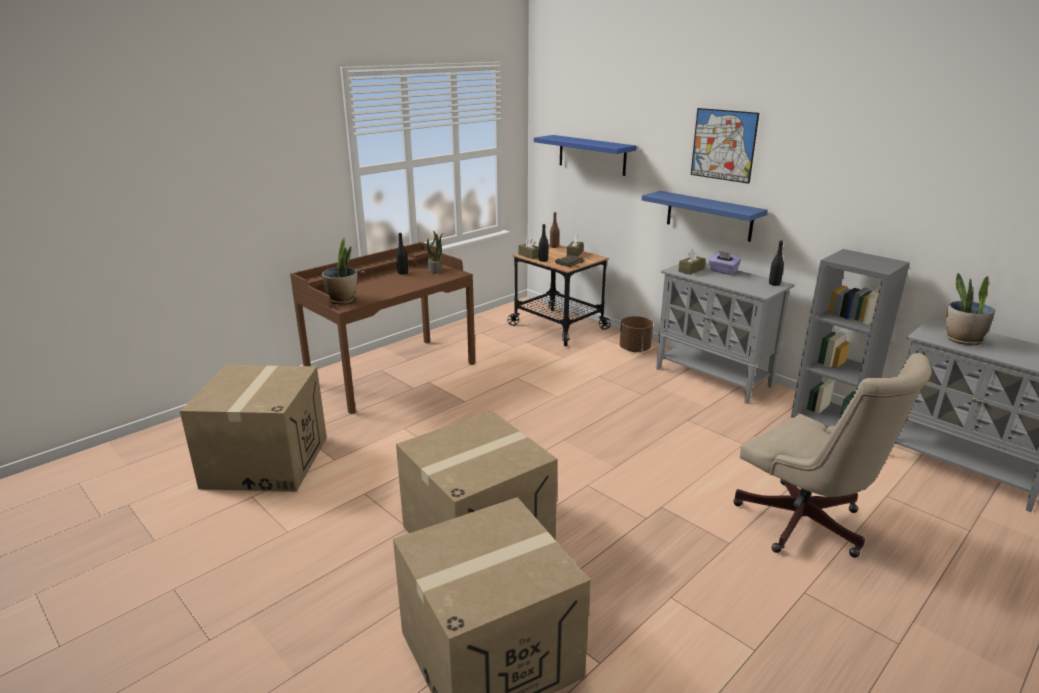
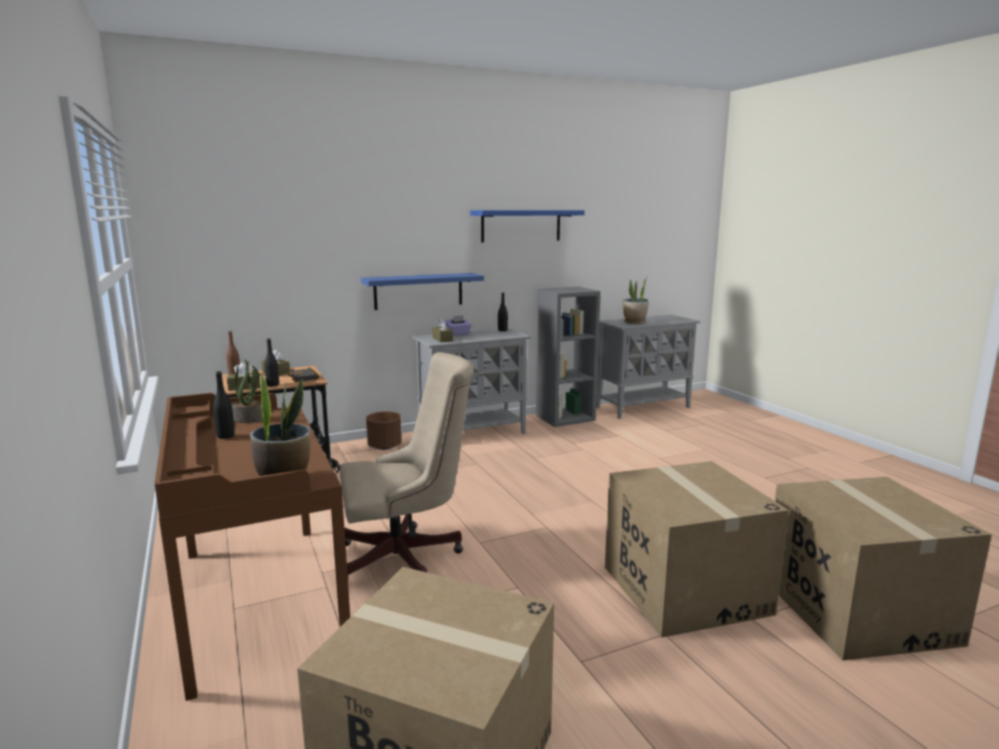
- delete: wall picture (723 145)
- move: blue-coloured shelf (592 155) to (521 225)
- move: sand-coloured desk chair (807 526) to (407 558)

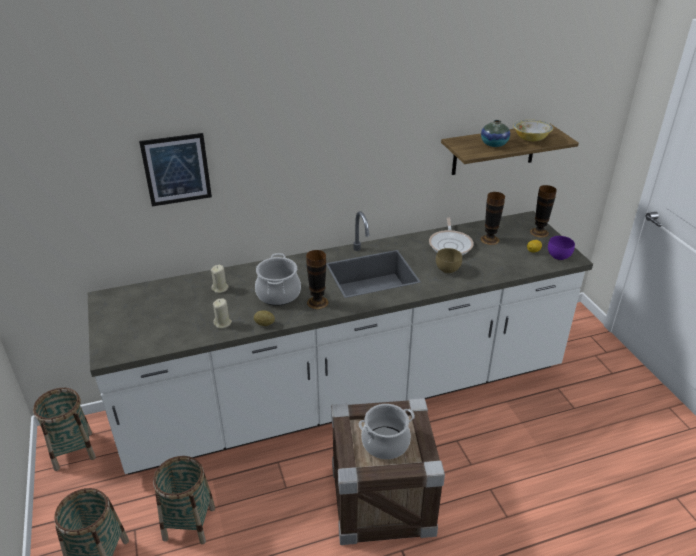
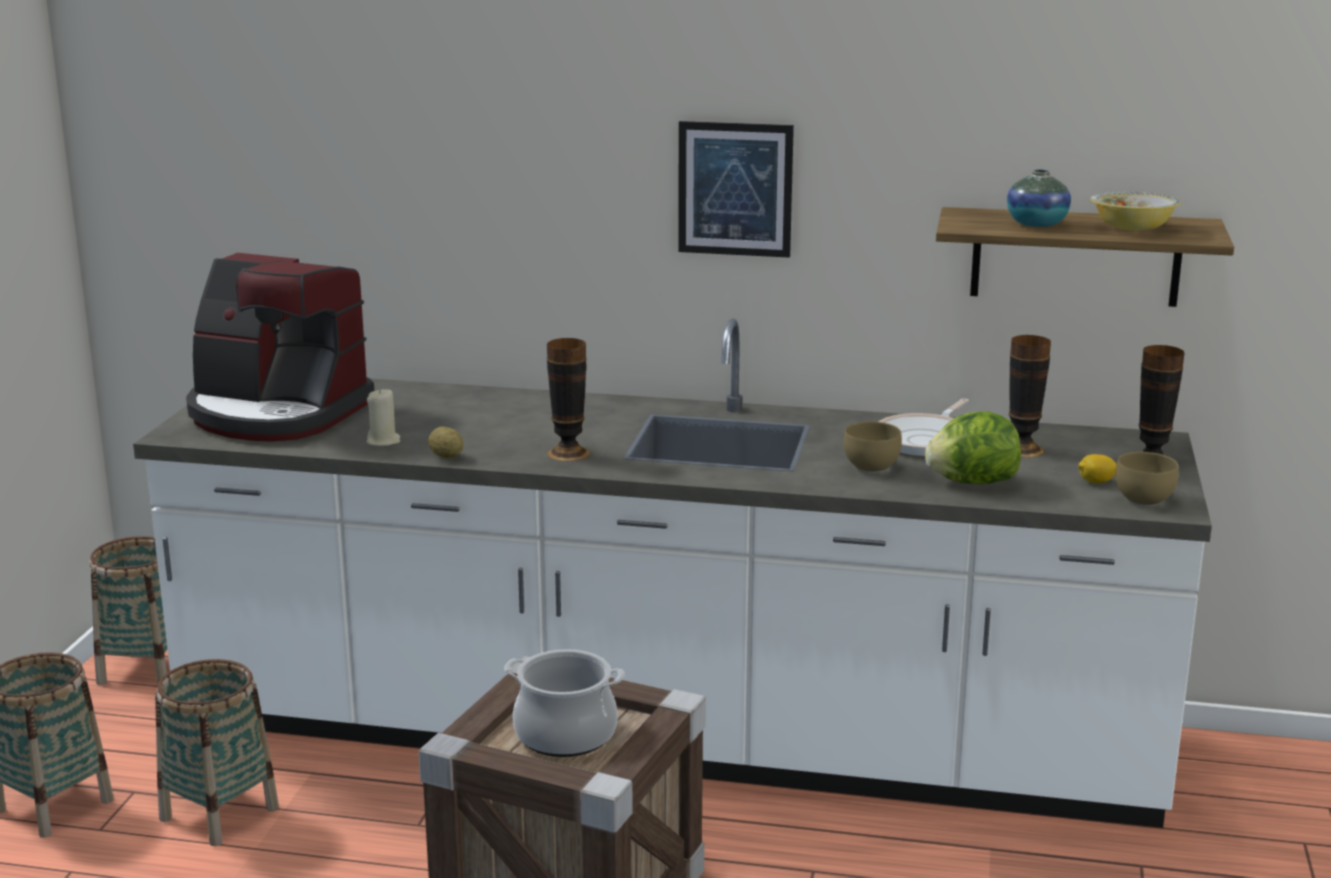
- delete: sand-coloured wax candle (220 288)
- delete: cooking pot (278 294)
- insert: coffee machine (276 413)
- insert: head of lettuce (972 482)
- move: wall picture (176 169) to (735 189)
- recolor: purple-coloured deep dish (558 257) to brown-coloured deep dish (1141 500)

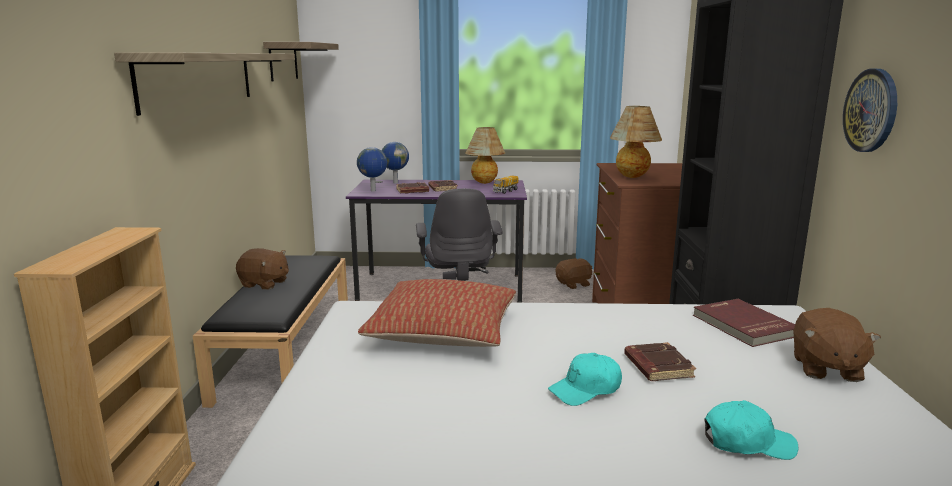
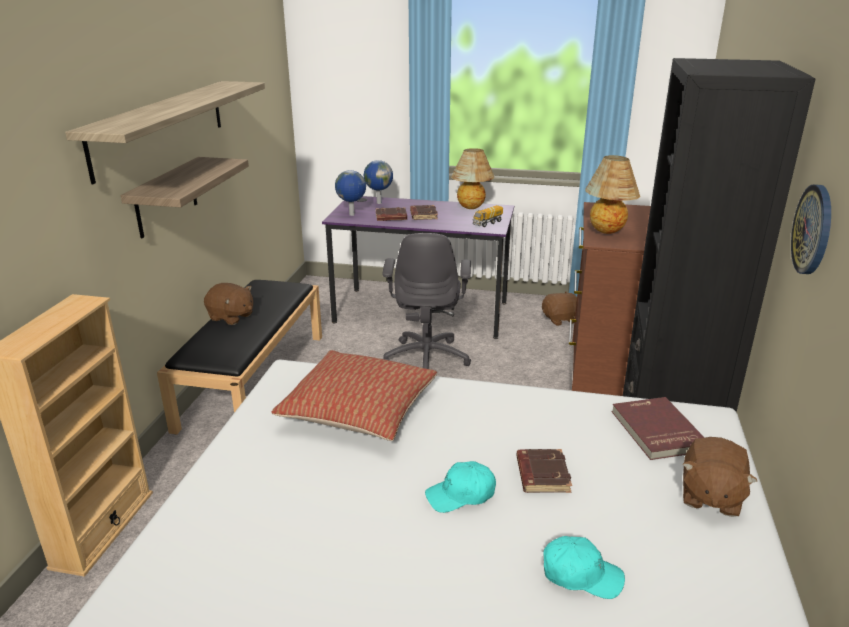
- move: shelf (283 61) to (166 197)

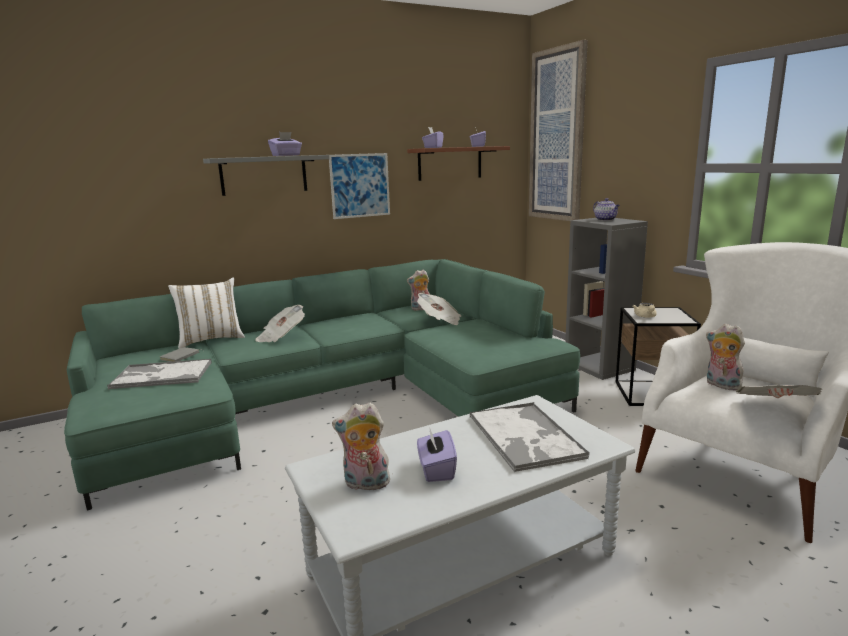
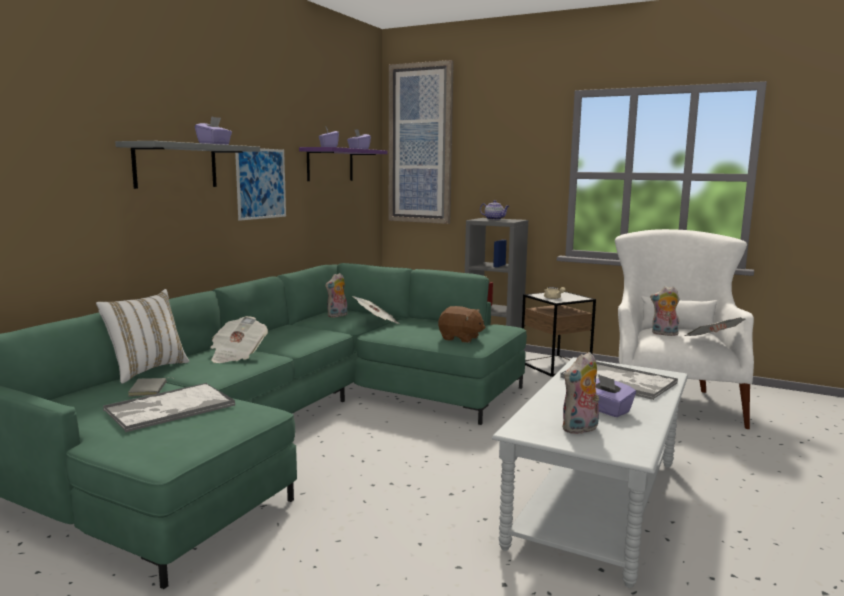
- insert: brown-coloured cuddly toy (460 338)
- recolor: brown-coloured shelf (450 163) to purple-coloured shelf (330 165)

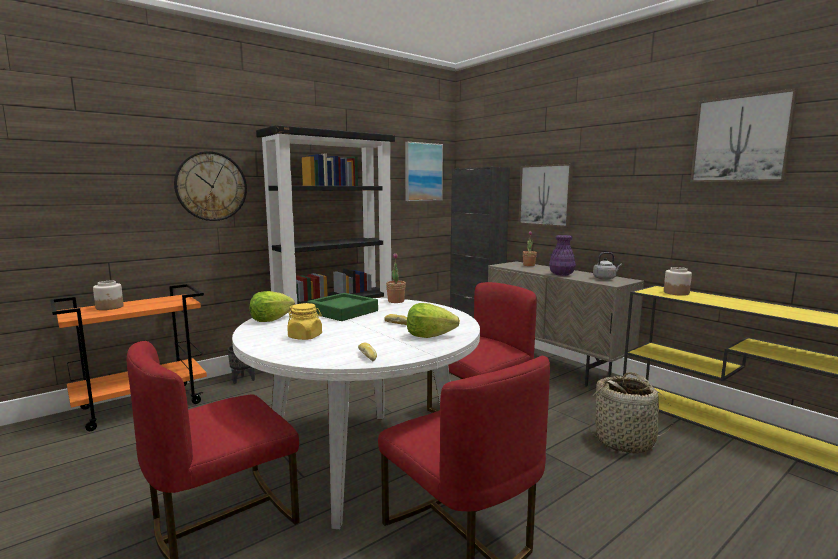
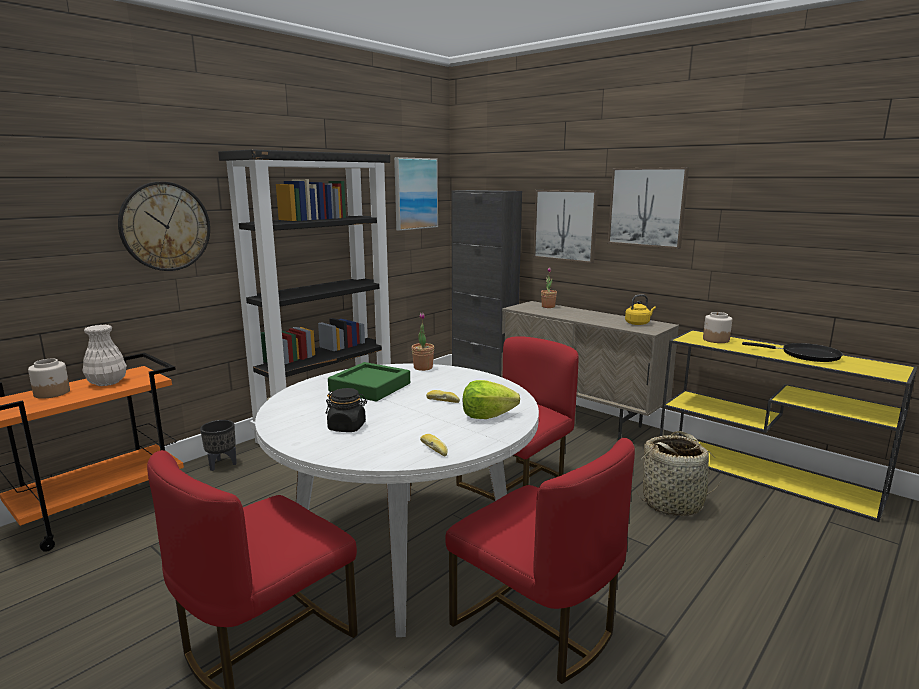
- delete: head of lettuce (271 319)
- delete: purple-coloured decorative vase (561 274)
- insert: white-coloured decorative vase (107 383)
- insert: blackish pan (806 355)
- move: wall picture (741 139) to (647 207)
- recolor: yellowish jar (305 337) to blackish jar (347 427)
- recolor: greyish water kettle (605 278) to yellowish water kettle (638 323)

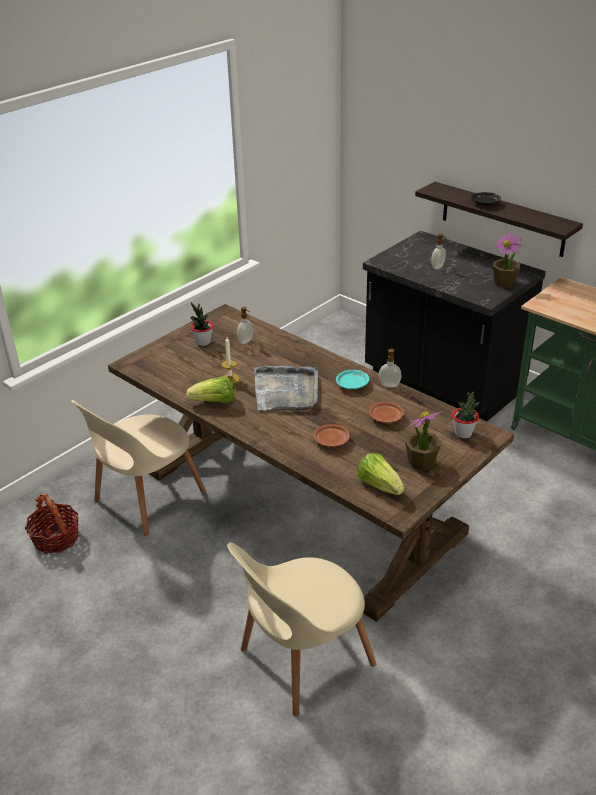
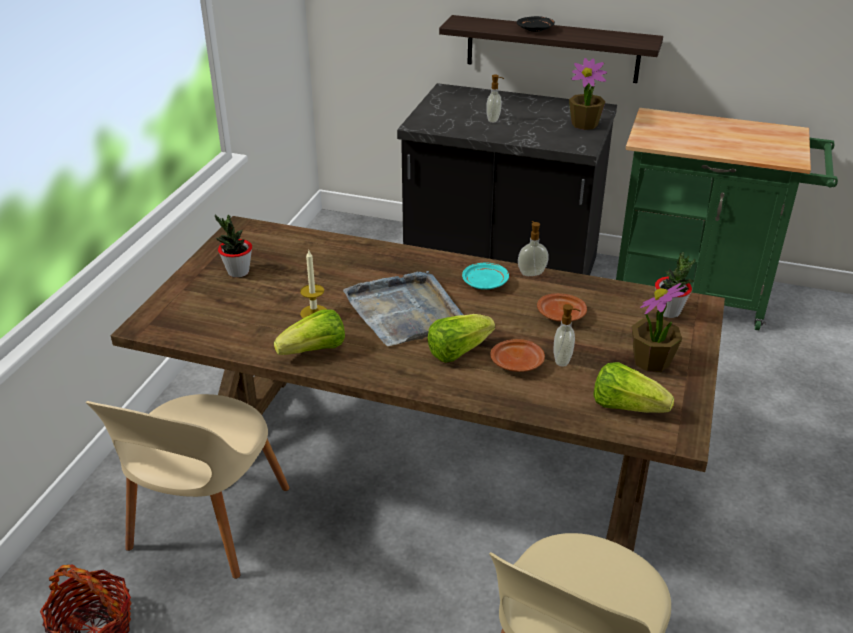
- insert: head of lettuce (458 351)
- move: soap dispenser (246 341) to (563 360)

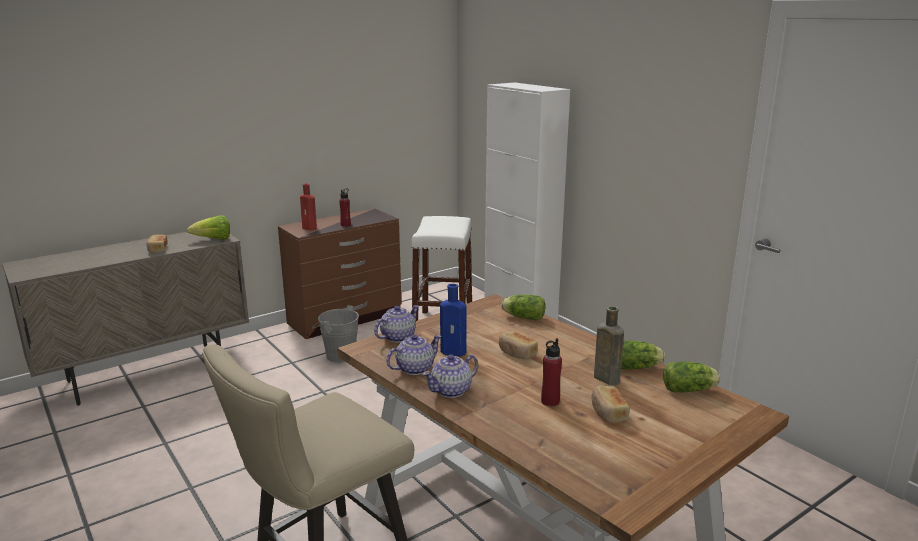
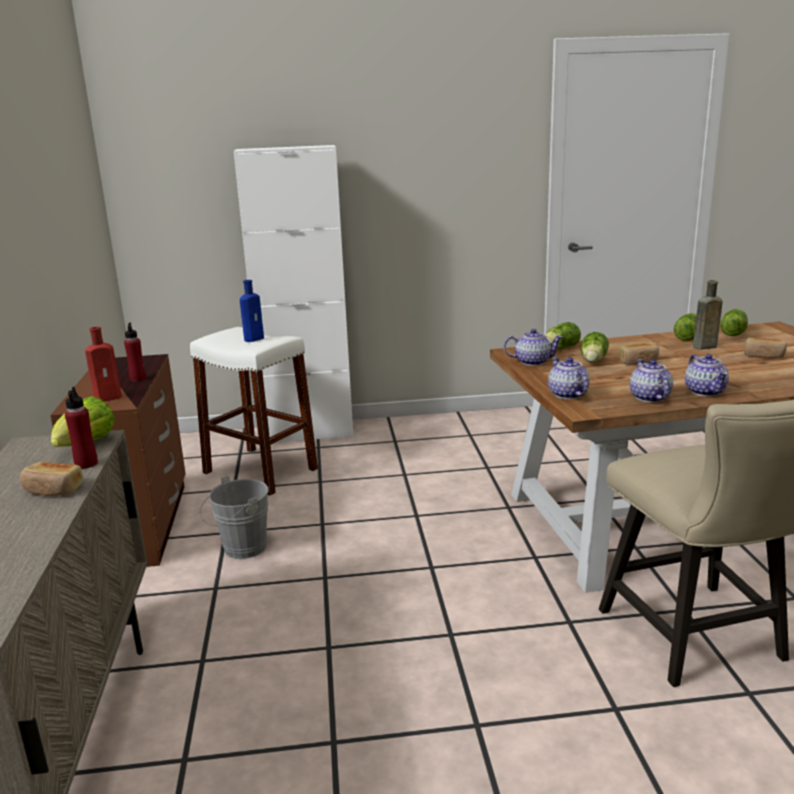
- insert: tea pot (532 362)
- insert: head of lettuce (593 361)
- move: blue-coloured beverage bottle (455 352) to (255 338)
- move: reddish beverage bottle (550 401) to (86 464)

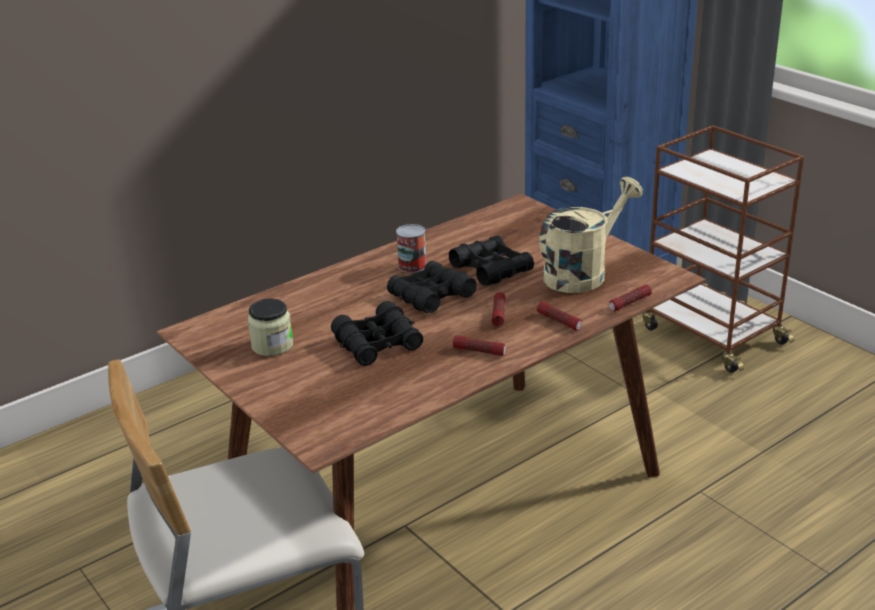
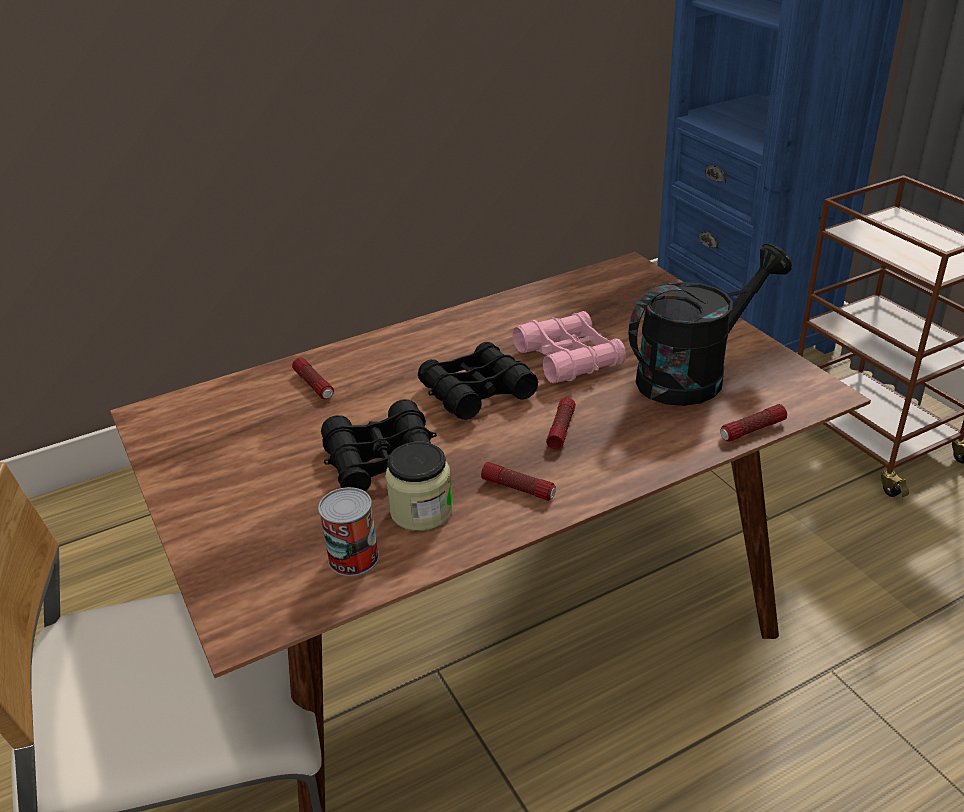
- move: jar (272 345) to (421 511)
- move: metal can (412 266) to (353 558)
- move: hand torch (559 321) to (314 385)
- recolor: blackish field glasses (491 269) to pink-coloured field glasses (569 358)
- recolor: sand-coloured sprinkling can (582 273) to blackish sprinkling can (693 374)

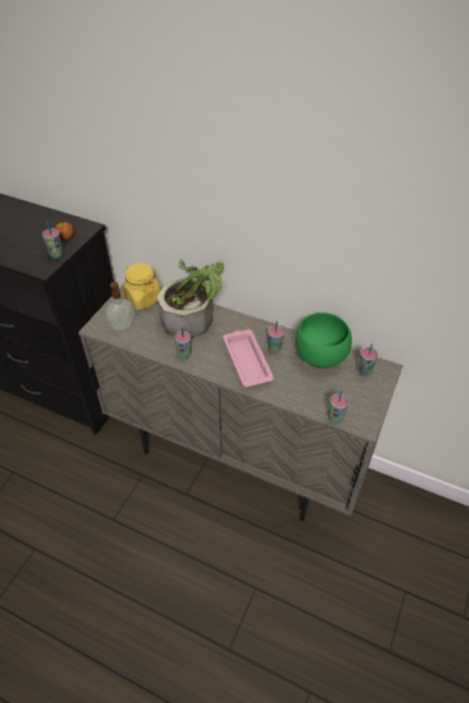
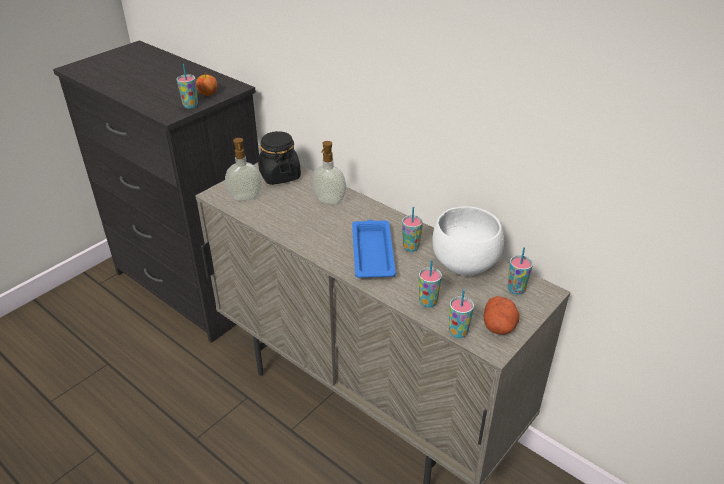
- insert: spud (499 326)
- move: small cup (184 355) to (428 302)
- replace: plant in a pot (194 317) to soap dispenser (328 201)
- recolor: yellowish jar (143 299) to blackish jar (279 175)
- recolor: pink-coloured serving tray (246 360) to blue-coloured serving tray (372 252)
- recolor: green deep dish (319 358) to white-coloured deep dish (463 265)

